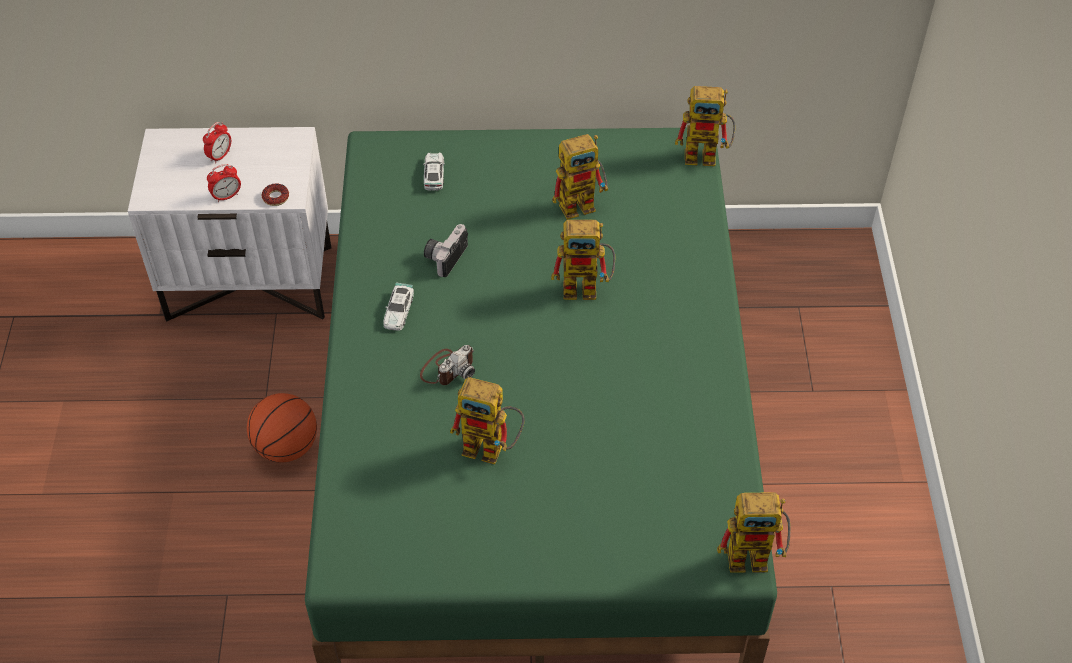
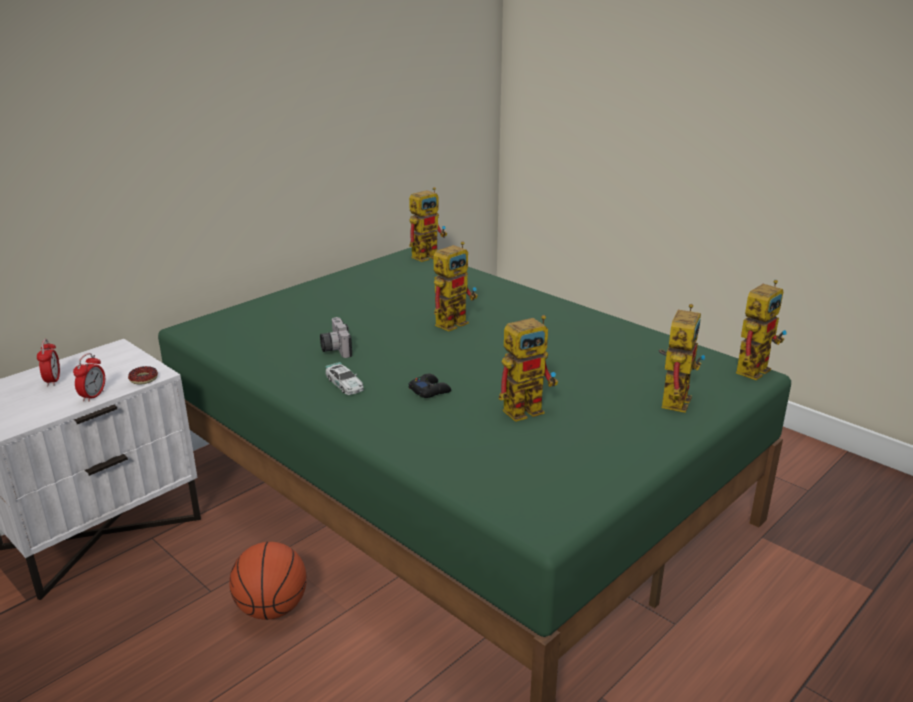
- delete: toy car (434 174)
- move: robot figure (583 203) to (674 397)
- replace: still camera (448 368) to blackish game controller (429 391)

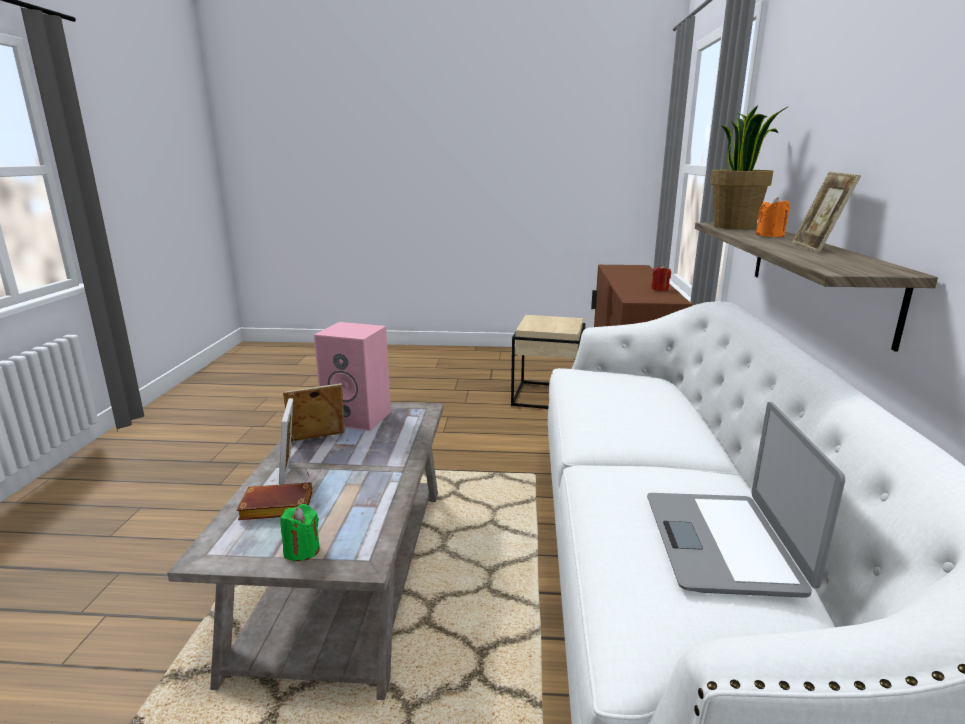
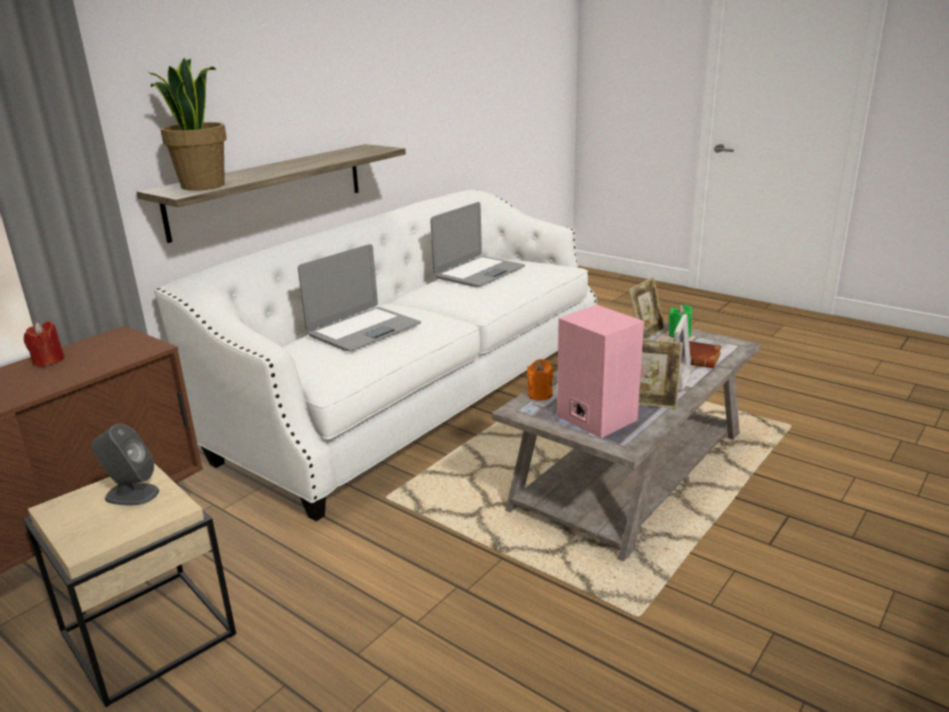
- insert: greyish audio speaker (131 494)
- insert: notebook computer (363 330)
- move: orange wax candle (770 236) to (539 395)
- move: photo frame (817 247) to (645 334)

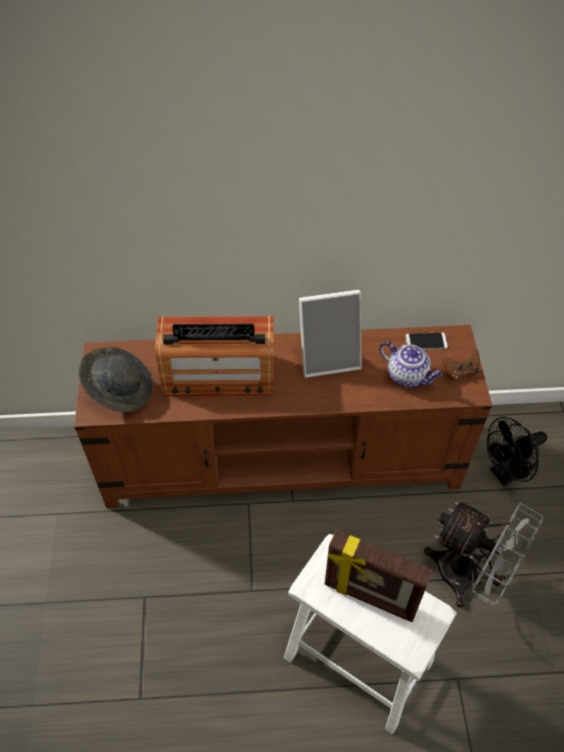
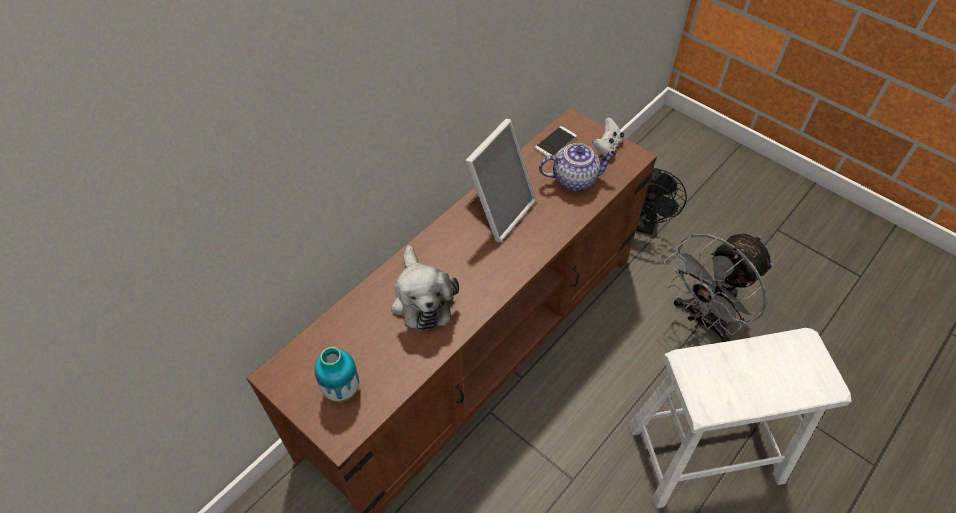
- delete: photo frame (370 597)
- replace: greyish wearable hat (119 389) to decorative vase (342 390)
- replace: radio (218 374) to cuddly toy (421 298)
- recolor: brown-coloured game controller (460 372) to white-coloured game controller (607 147)
- rotate: greyish fan (469 577) = (703 320) 150 degrees clockwise

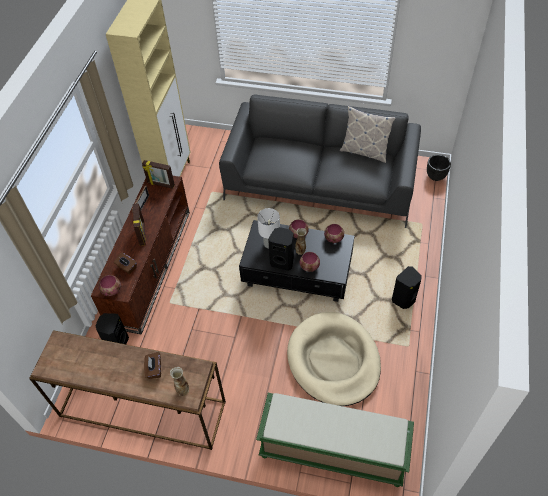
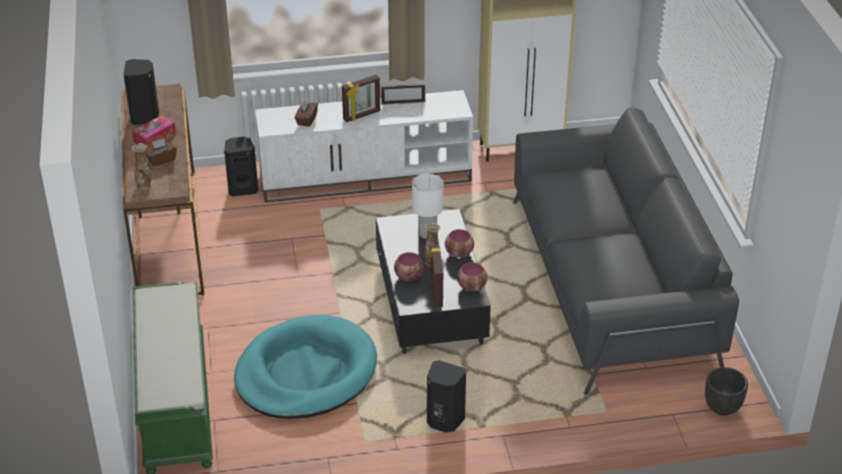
- delete: deep dish (112 290)
- delete: cushion (364 151)
- insert: tissue box (154 137)
- move: photo frame (160 184) to (436 293)
- move: blackish audio speaker (282 261) to (145 117)
- recolor: brown-coloured tv unit (150 266) to white-coloured tv unit (366 177)
- recolor: sand-coloured dog bed (333 360) to blue-green dog bed (306 373)

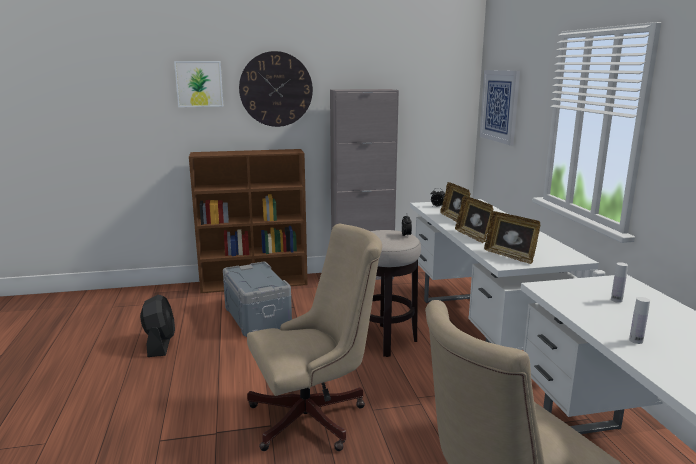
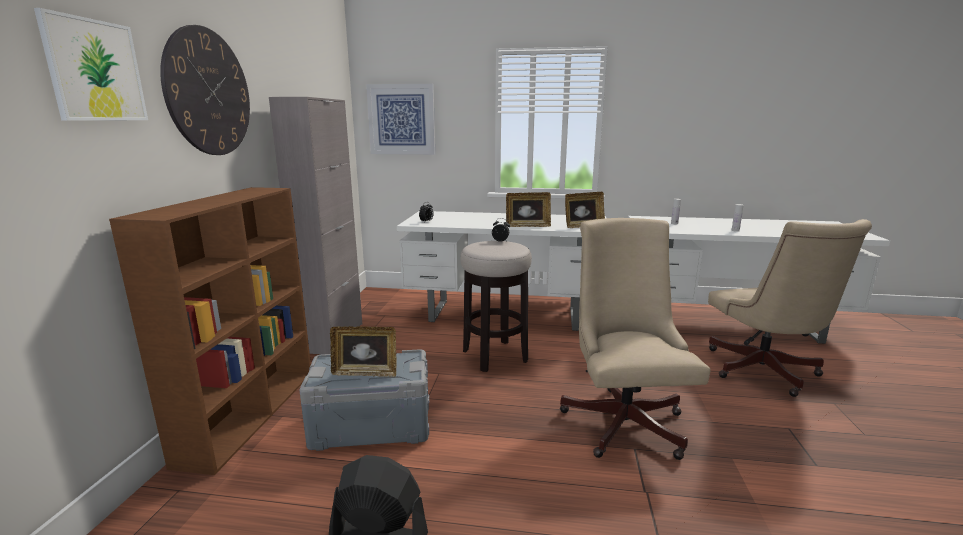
- move: photo frame (454 218) to (365 373)

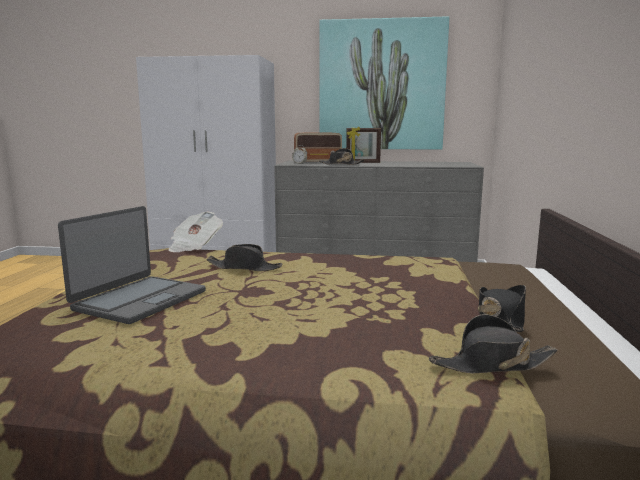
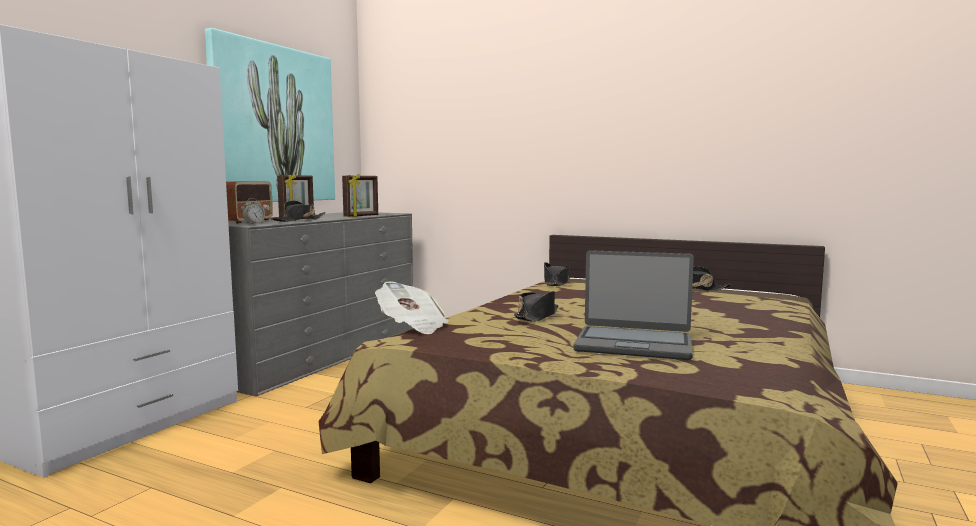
- insert: photo frame (361 216)
- move: blackish wearable hat (492 364) to (556 282)
- rotate: notebook computer (139 300) = (633 344) 150 degrees clockwise

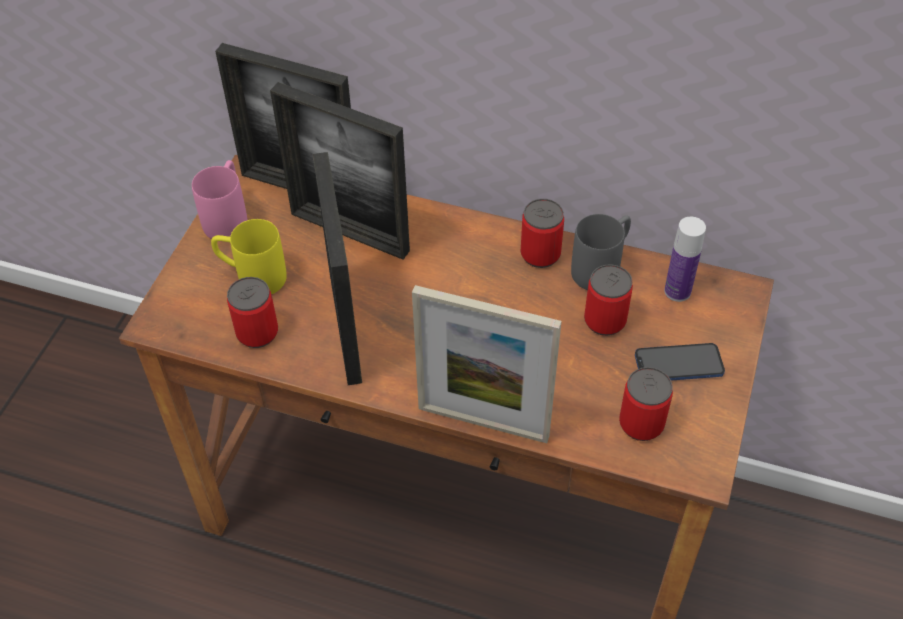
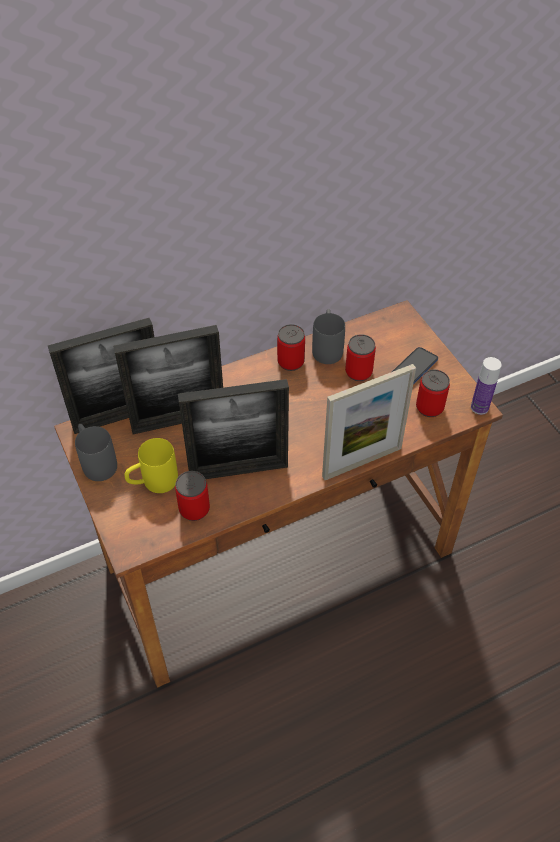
- move: beverage bottle (677 291) to (479 407)
- recolor: pink-coloured tea mug (228 217) to greyish tea mug (96 462)
- rotate: photo frame (345 327) = (238 470) 135 degrees clockwise

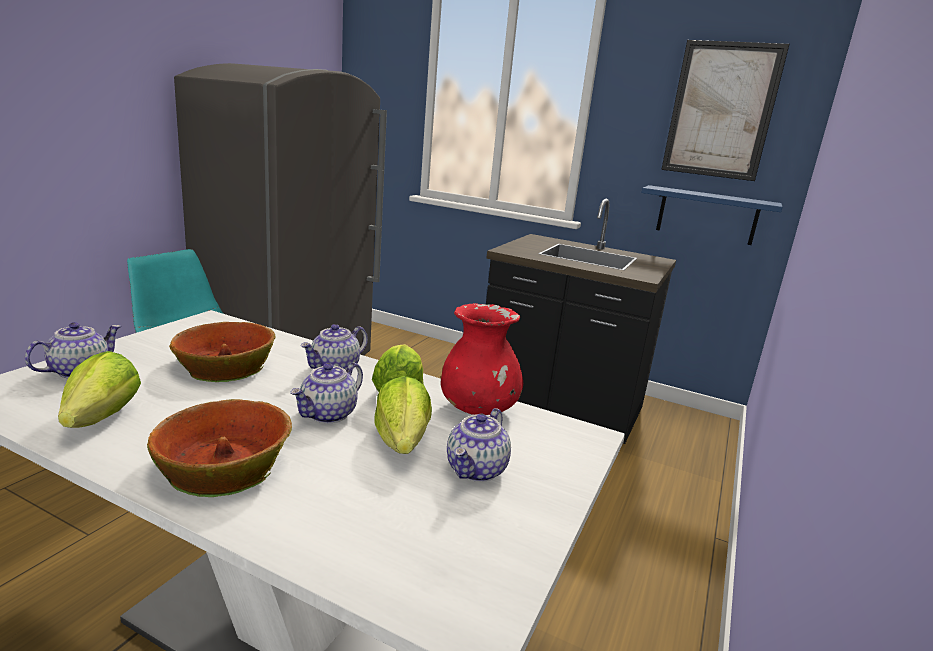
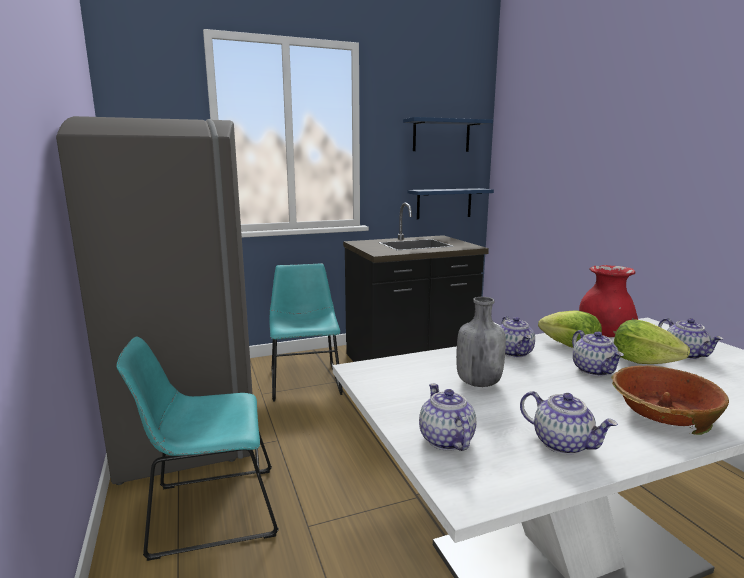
- insert: blue-green chair (305 379)
- replace: head of lettuce (102 417) to tea pot (563 443)
- replace: deep dish (225 364) to greyish beverage bottle (478 382)
- replace: wall picture (721 111) to blue-coloured shelf (441 135)

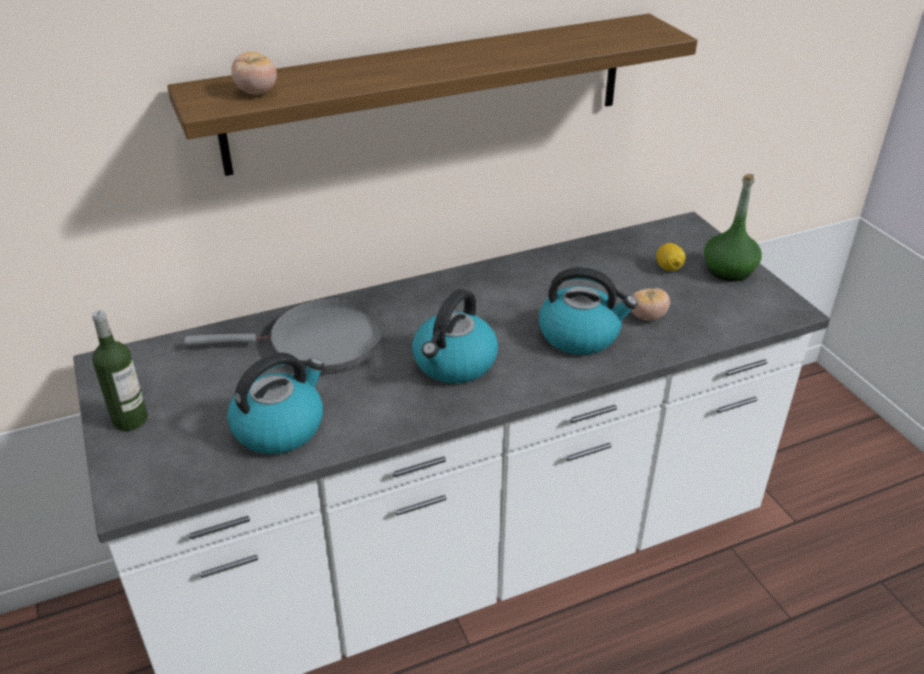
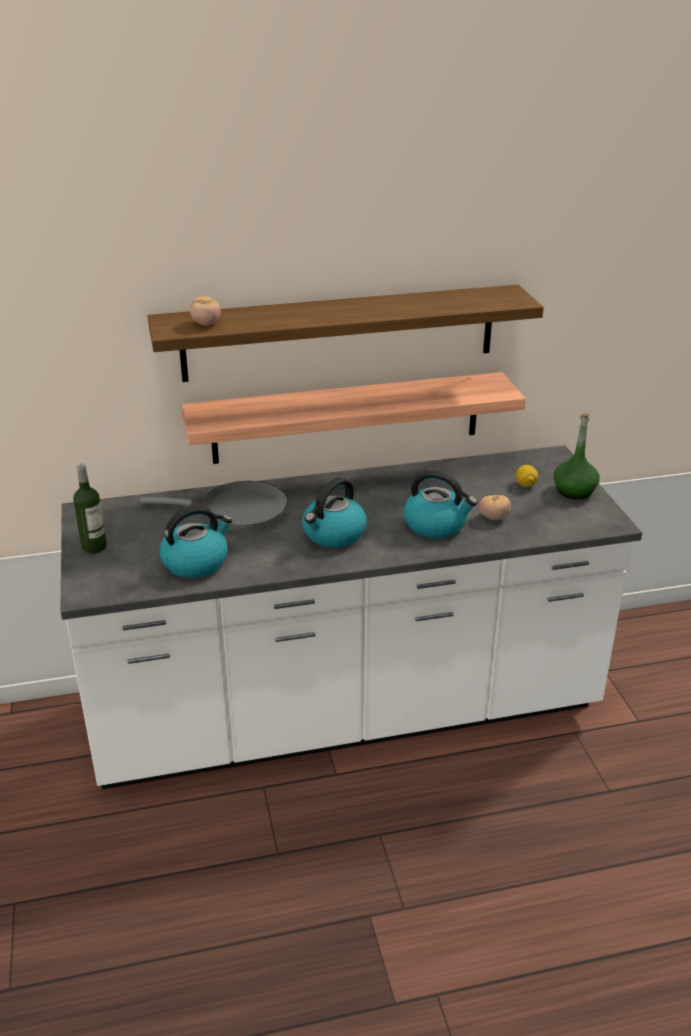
- insert: shelf (347 418)

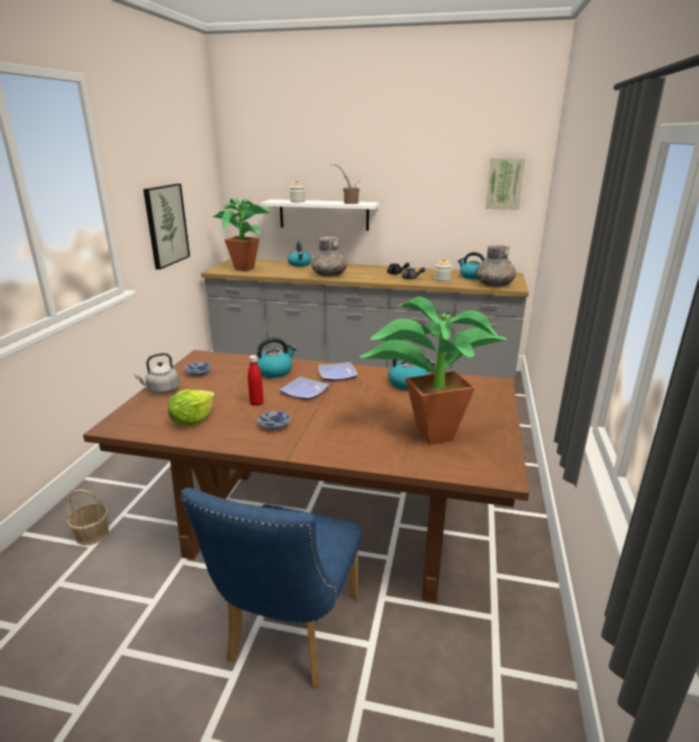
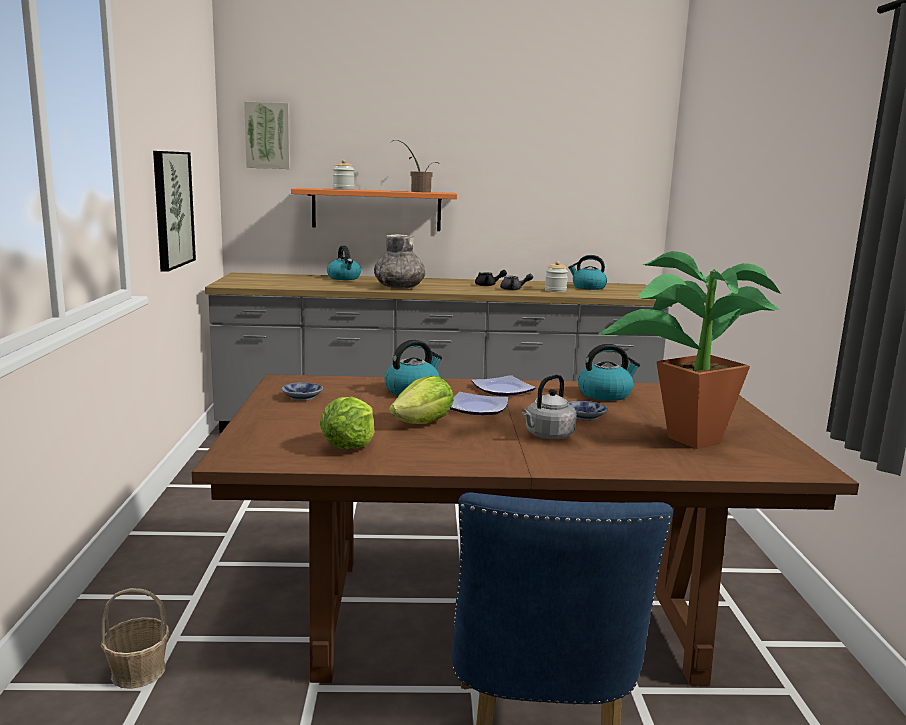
- delete: plant in a pot (246 270)
- delete: greyish decorative vase (494 285)
- move: greyish water kettle (162 390) to (547 436)
- move: deep dish (275 426) to (587 417)
- move: wall picture (504 183) to (268 135)
- replace: reddish beverage bottle (256 403) to head of lettuce (424 423)
- recolor: white-coloured shelf (323 215) to orange shelf (376 209)

